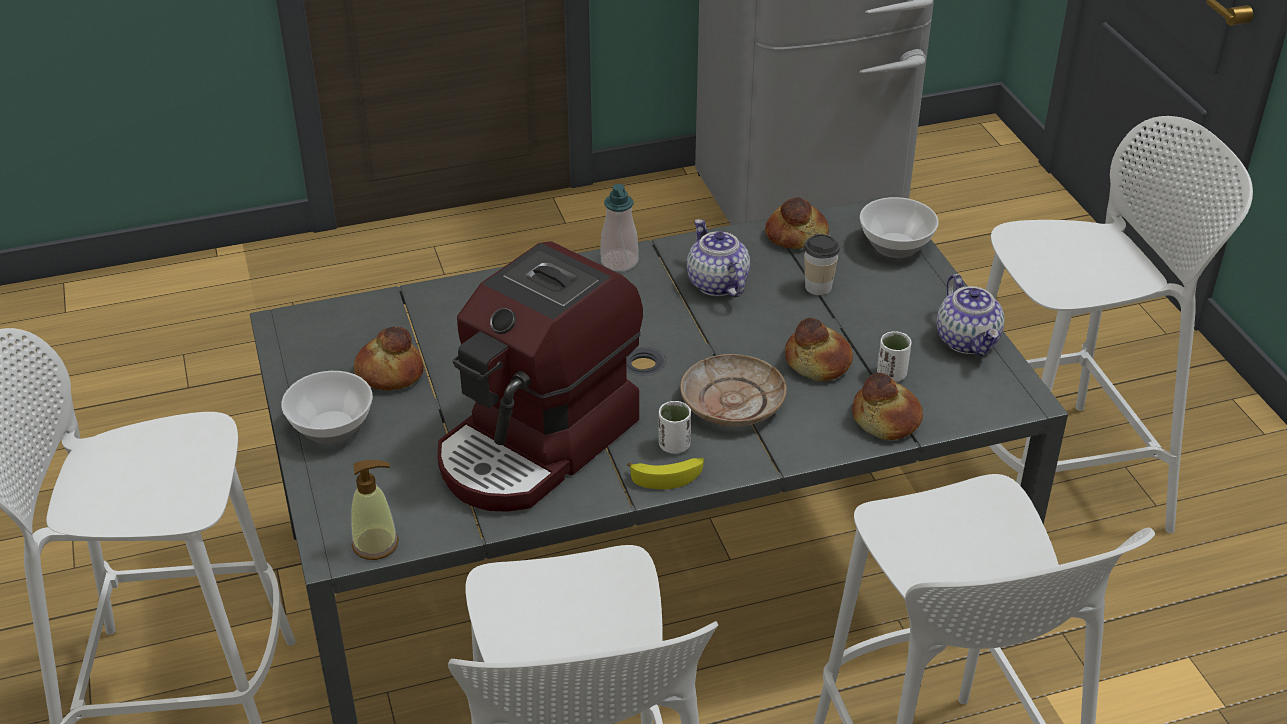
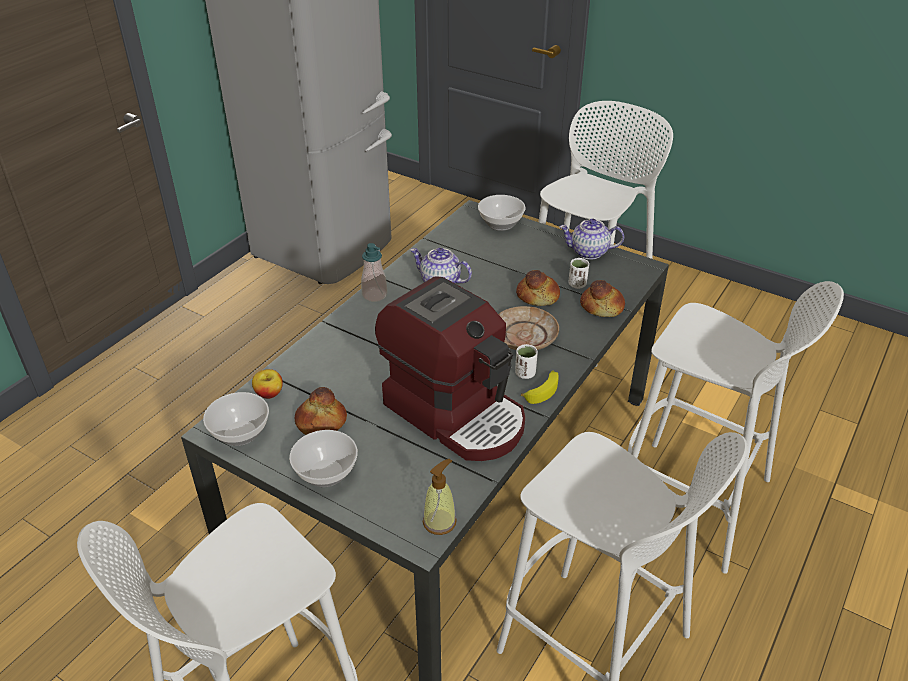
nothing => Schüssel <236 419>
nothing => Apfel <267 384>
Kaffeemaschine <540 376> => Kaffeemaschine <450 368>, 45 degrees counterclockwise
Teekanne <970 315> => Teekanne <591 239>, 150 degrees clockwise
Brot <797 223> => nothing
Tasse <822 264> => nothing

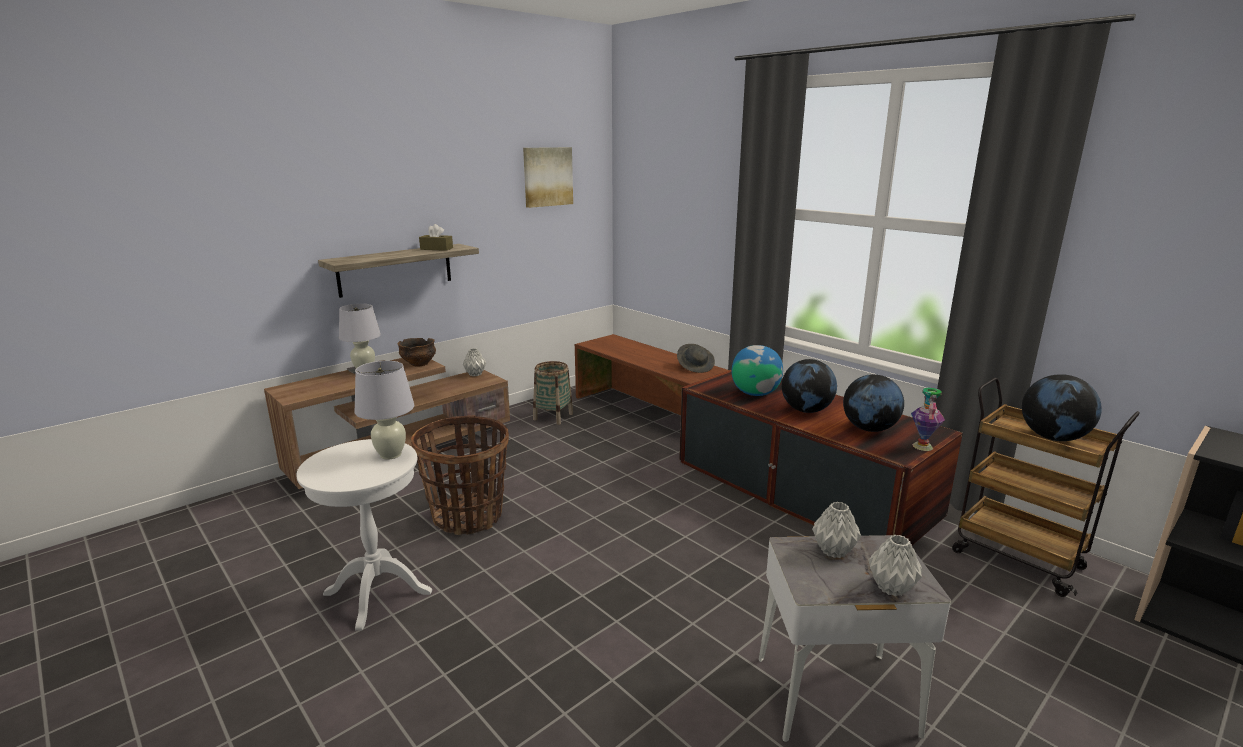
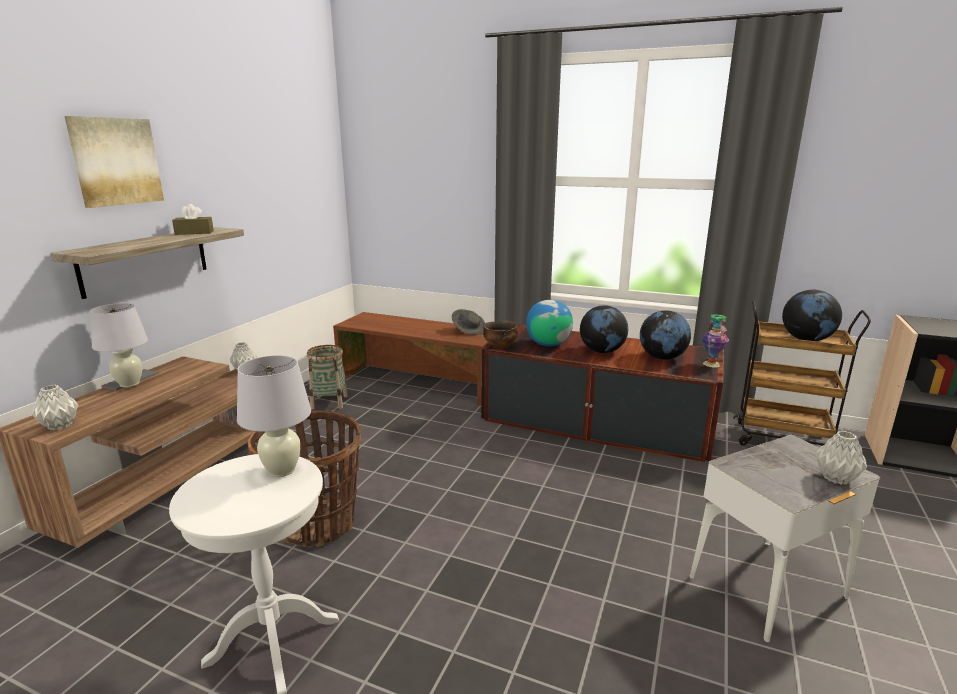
Vase [grau] <836 530> => Vase [grau] <55 408>, shifted
Bild <548 177> => Bild <114 162>, shifted
Schüssel <417 352> => Schüssel <500 335>, shifted

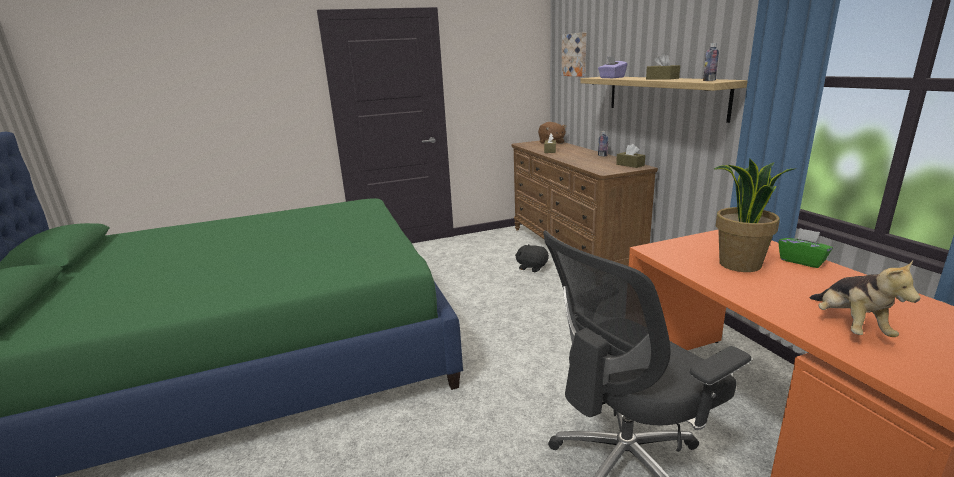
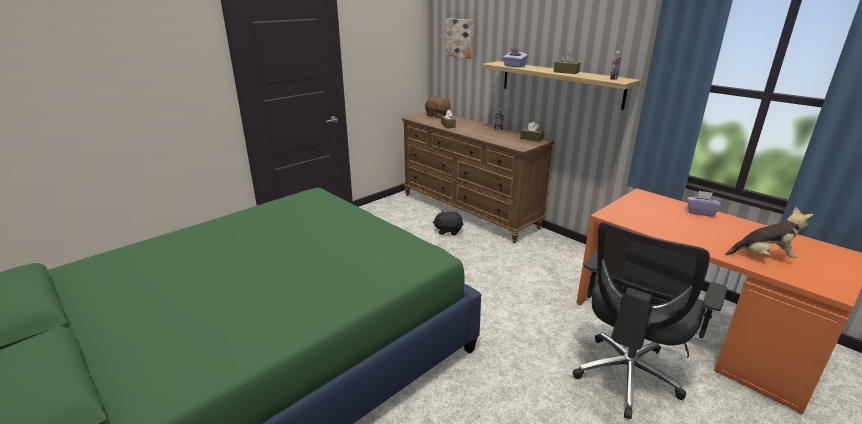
Taschentuchbox [grün] <805 248> => Taschentuchbox [lila] <704 204>
Plüschtier <865 298> => Plüschtier <769 232>, 60 degrees counterclockwise
Topfpflanze <755 215> => nothing

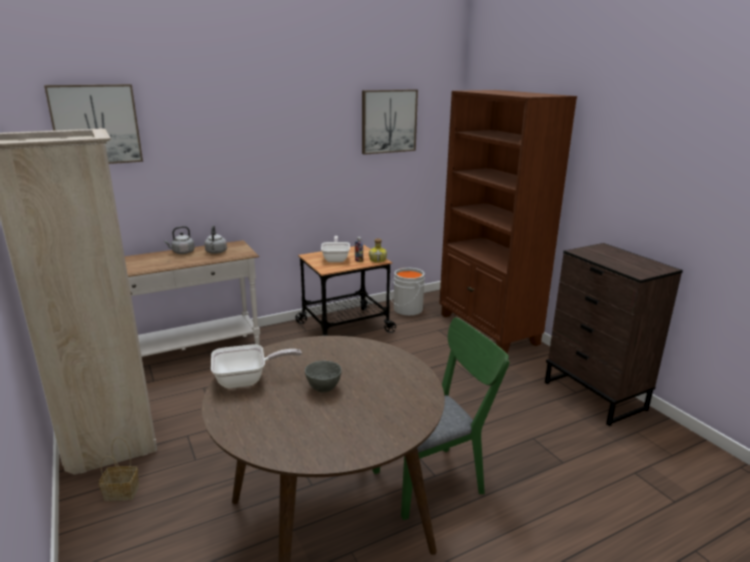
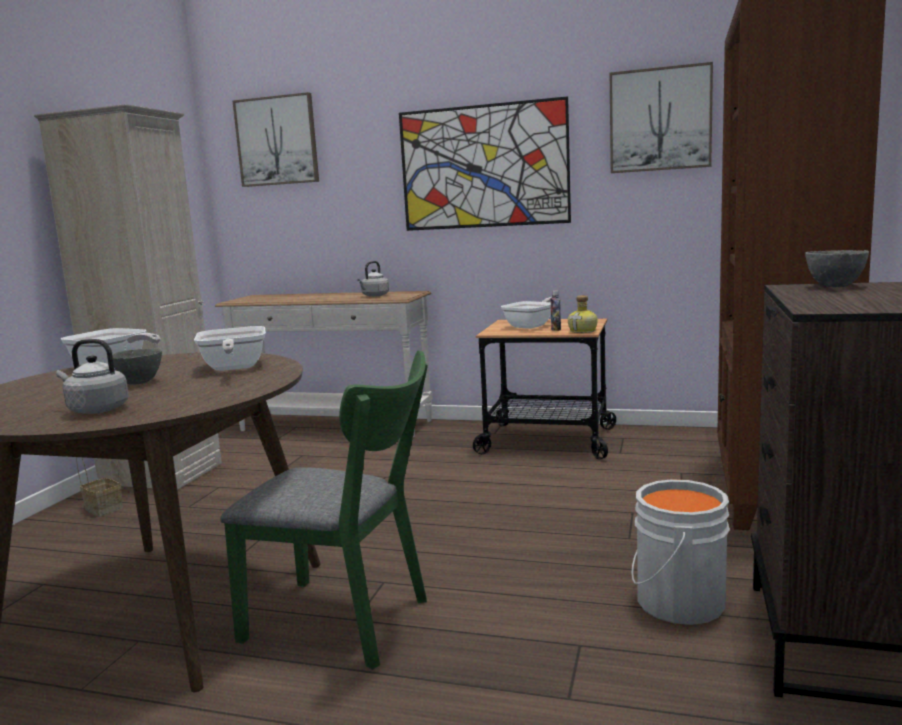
Wasserkessel [grau] <179 240> => Wasserkessel [grau] <92 376>, shifted
nothing => Pfanne <230 348>
nothing => Bild <485 163>
Eimer [grau] <407 292> => Eimer [grau] <681 552>, shifted
nothing => Schüssel [grau] <837 268>

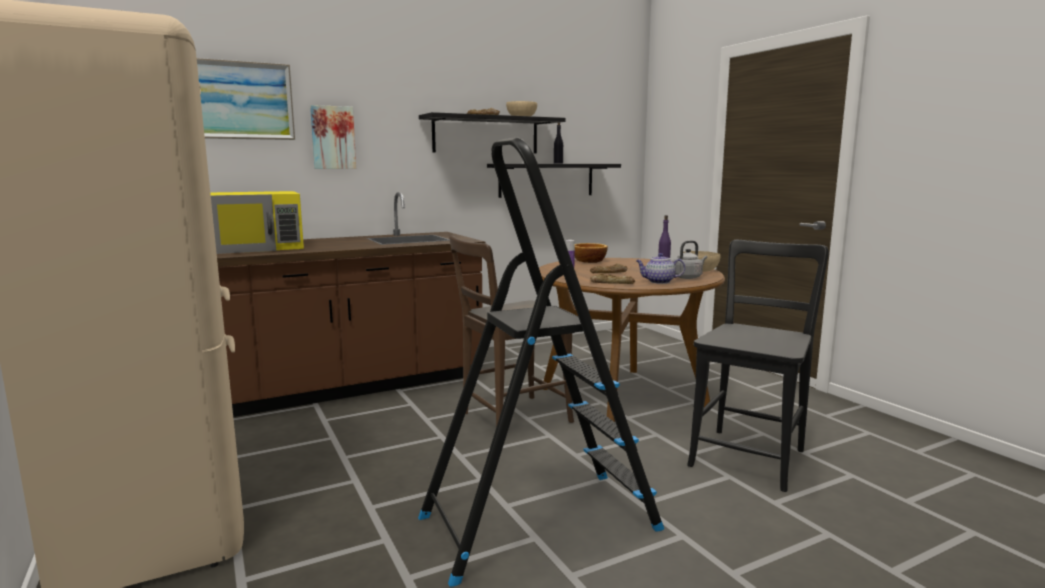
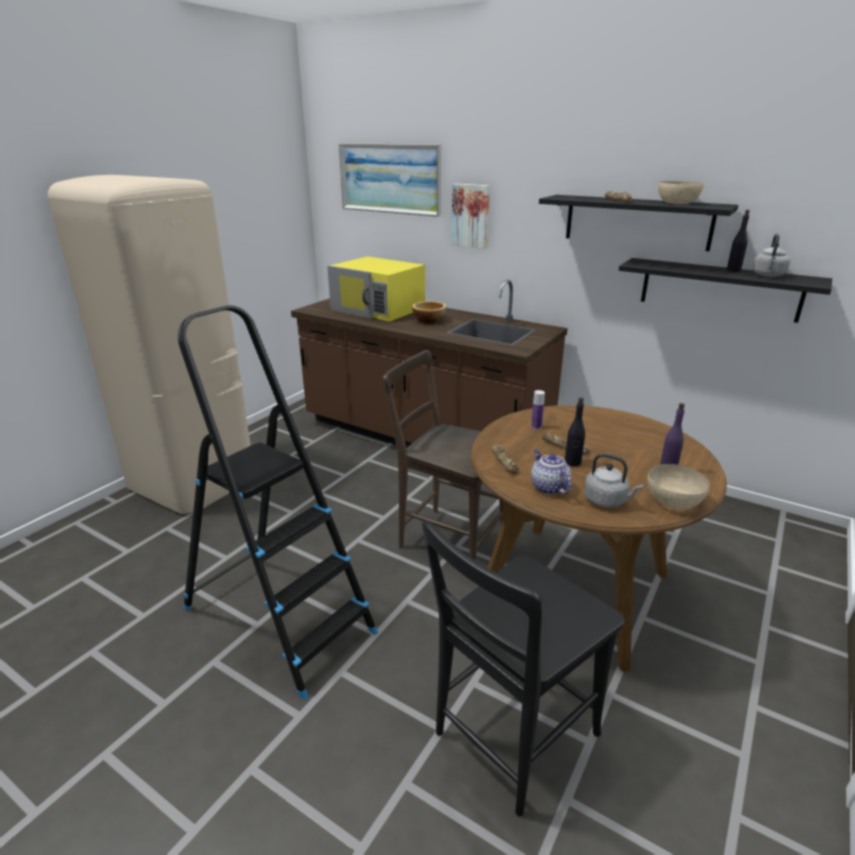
Schüssel <591 253> => Schüssel <429 312>, shifted
Stuhl [schwarz] <758 366> => Stuhl [schwarz] <523 669>, 135 degrees clockwise
nothing => Flasche [schwarz] <575 432>
nothing => Wasserkessel [grau] <771 255>

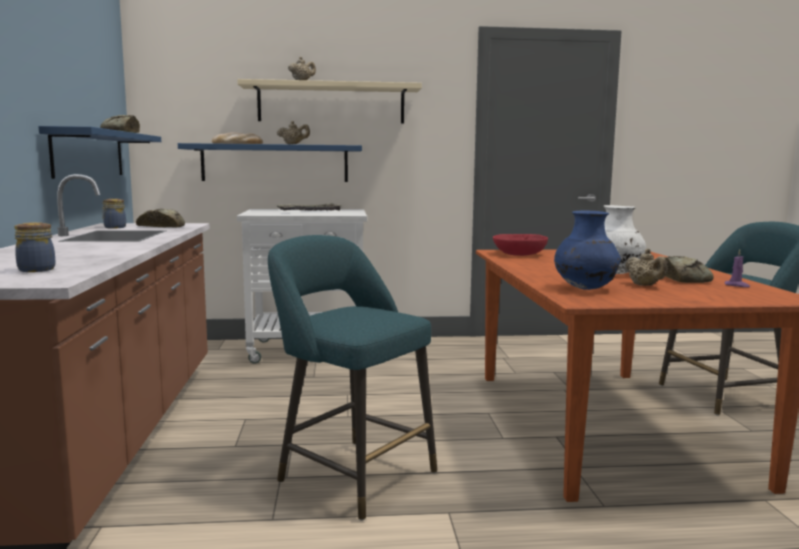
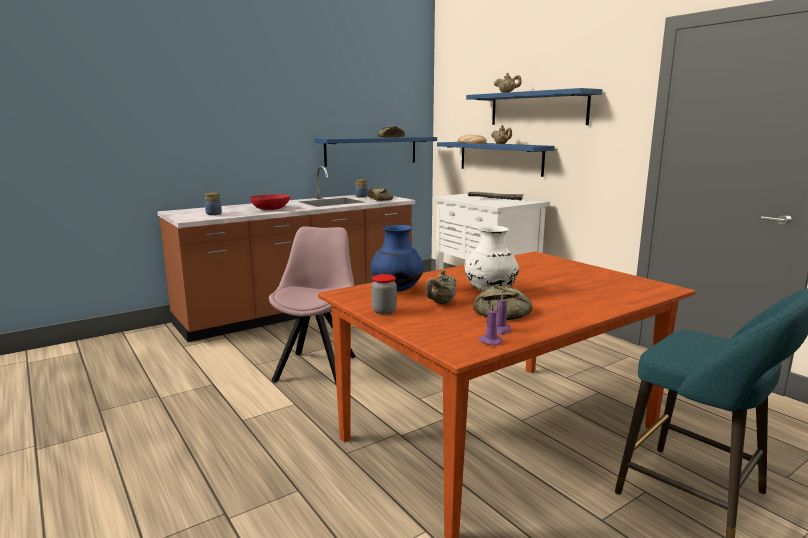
Schüssel [rot] <520 245> => Schüssel [rot] <270 202>, shifted
Hocker [türkis] <352 378> => Stuhl [rosa] <312 305>
nothing => Vorratsglas <384 294>
Wandregal [beige] <329 101> => Wandregal [blau] <534 106>
nothing => Kerze [lila] <490 323>

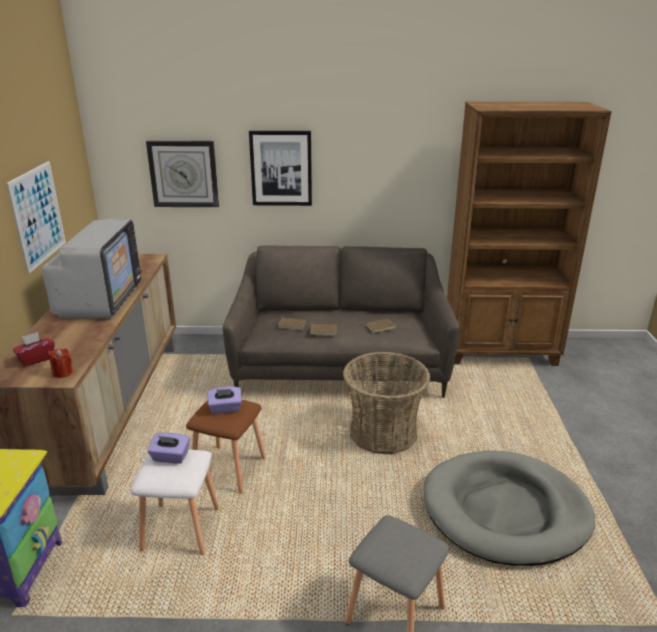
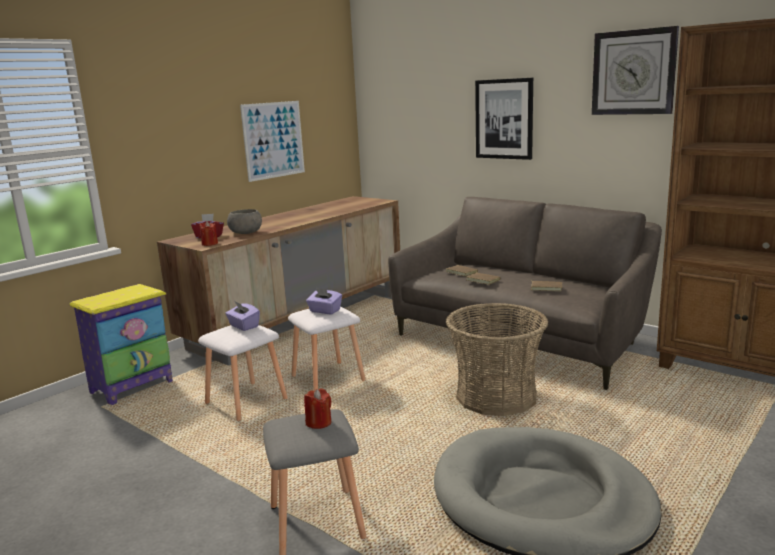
nothing => Schüssel [grau] <244 221>
Hocker [braun] <226 447> => Hocker [weiß] <327 348>
nothing => Kerze [rot] <318 409>
Wanduhr <182 174> => Wanduhr <635 70>, shifted
Fernseher <91 269> => nothing

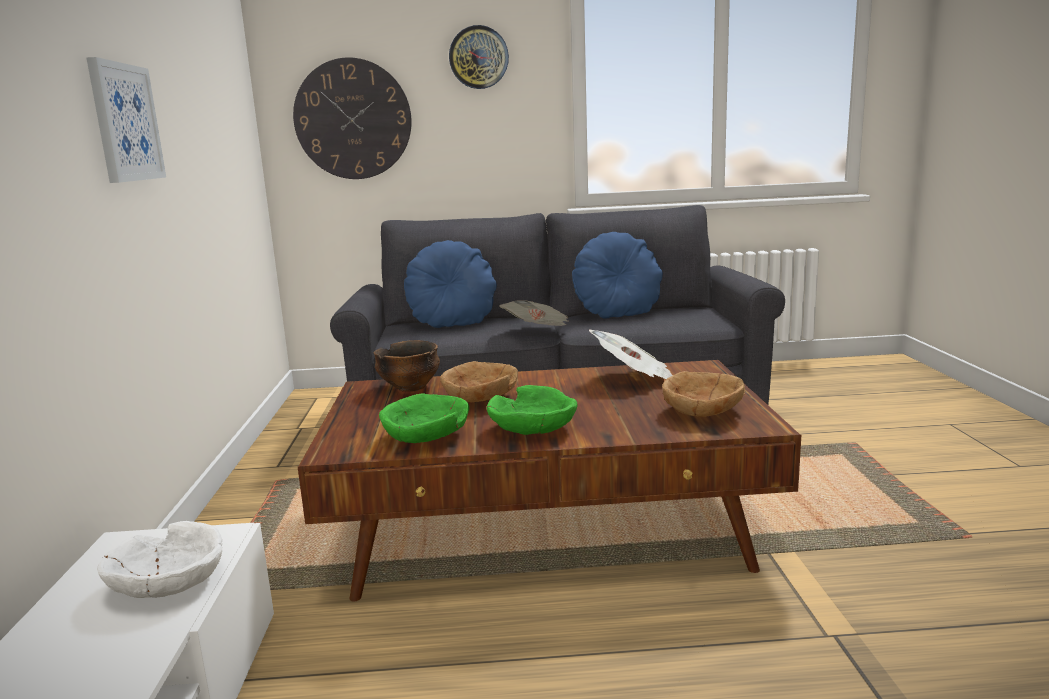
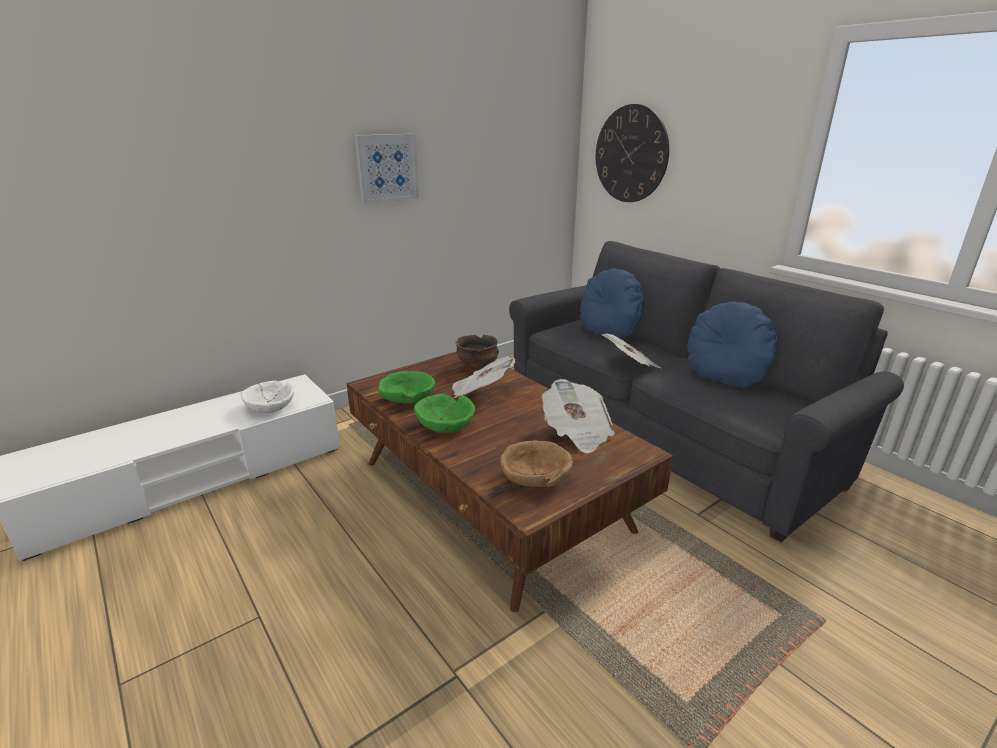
Schüssel [braun] <479 381> => Zeitung <483 377>
Wanduhr <479 57> => nothing

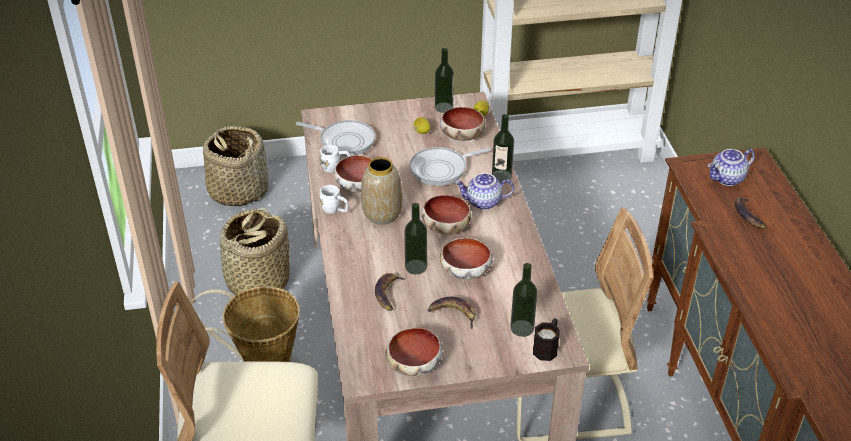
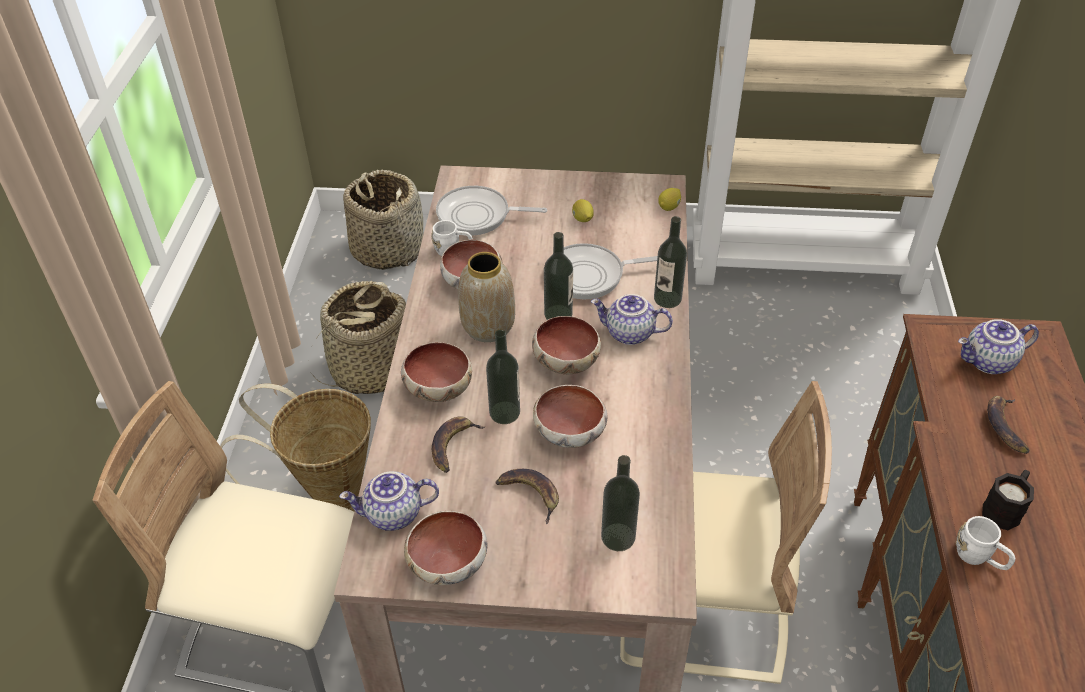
nothing => Teekanne <389 501>
Schüssel <462 124> => Schüssel <436 372>, shifted
Pfanne <335 138> => Pfanne <491 210>, 150 degrees clockwise
Flasche <444 80> => Flasche <558 276>, shifted
Henkelbecher [weiß] <334 199> => Henkelbecher [weiß] <986 543>, shifted
Henkelbecher [schwarz] <546 339> => Henkelbecher [schwarz] <1008 500>, shifted

